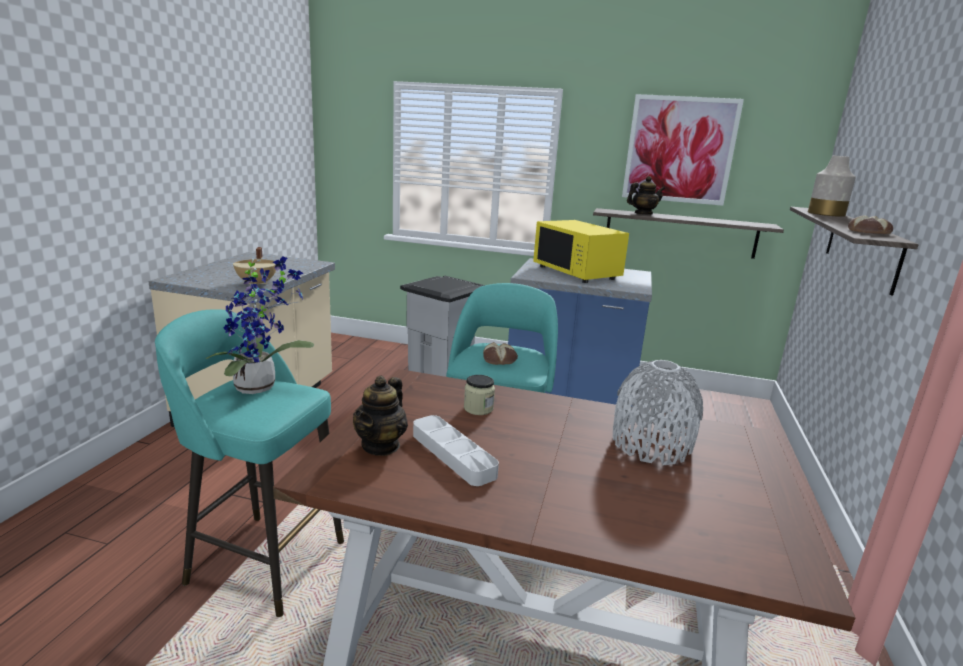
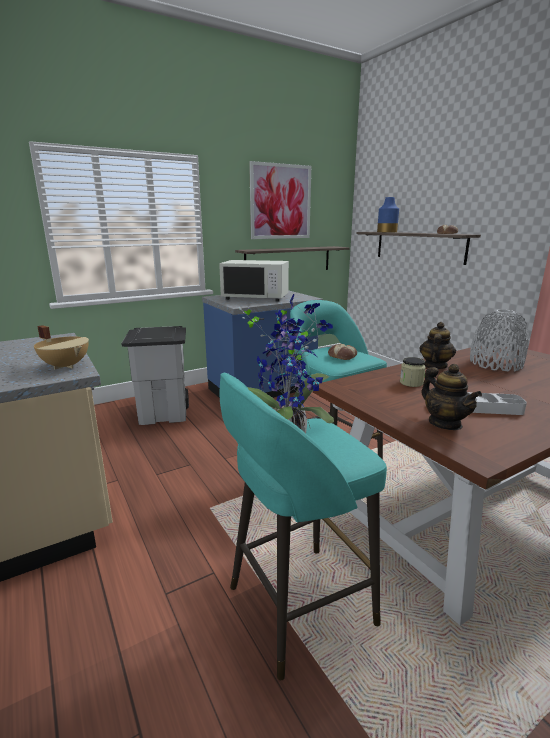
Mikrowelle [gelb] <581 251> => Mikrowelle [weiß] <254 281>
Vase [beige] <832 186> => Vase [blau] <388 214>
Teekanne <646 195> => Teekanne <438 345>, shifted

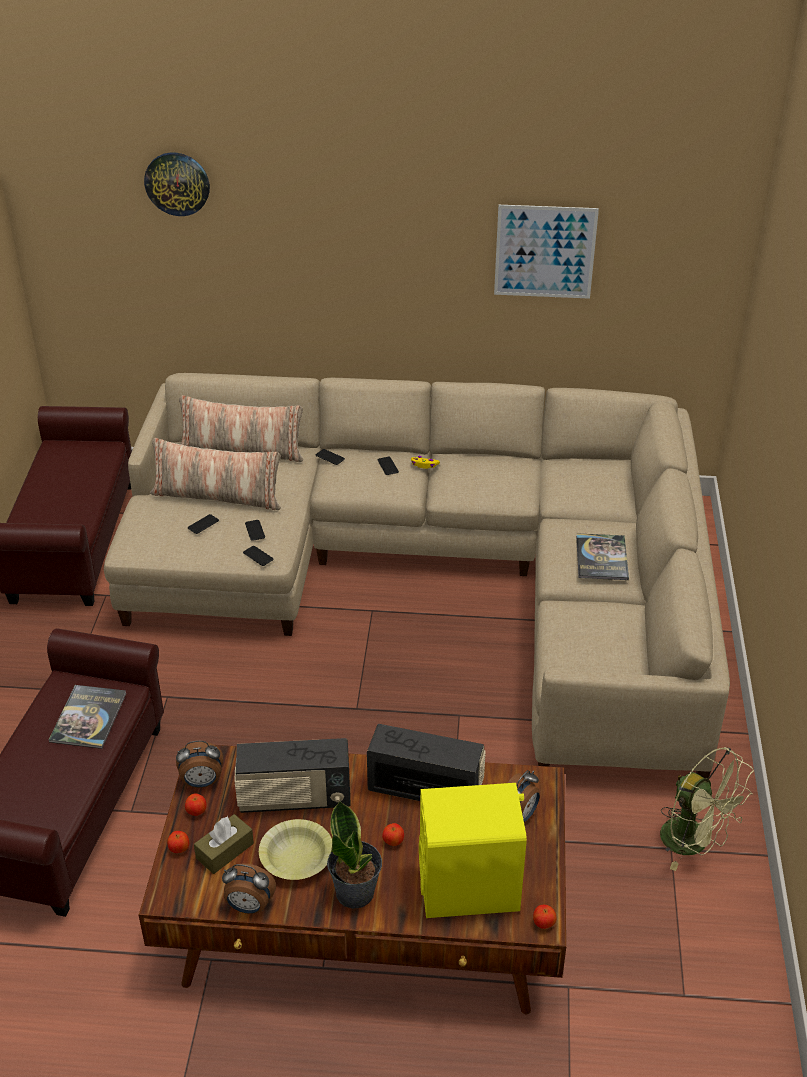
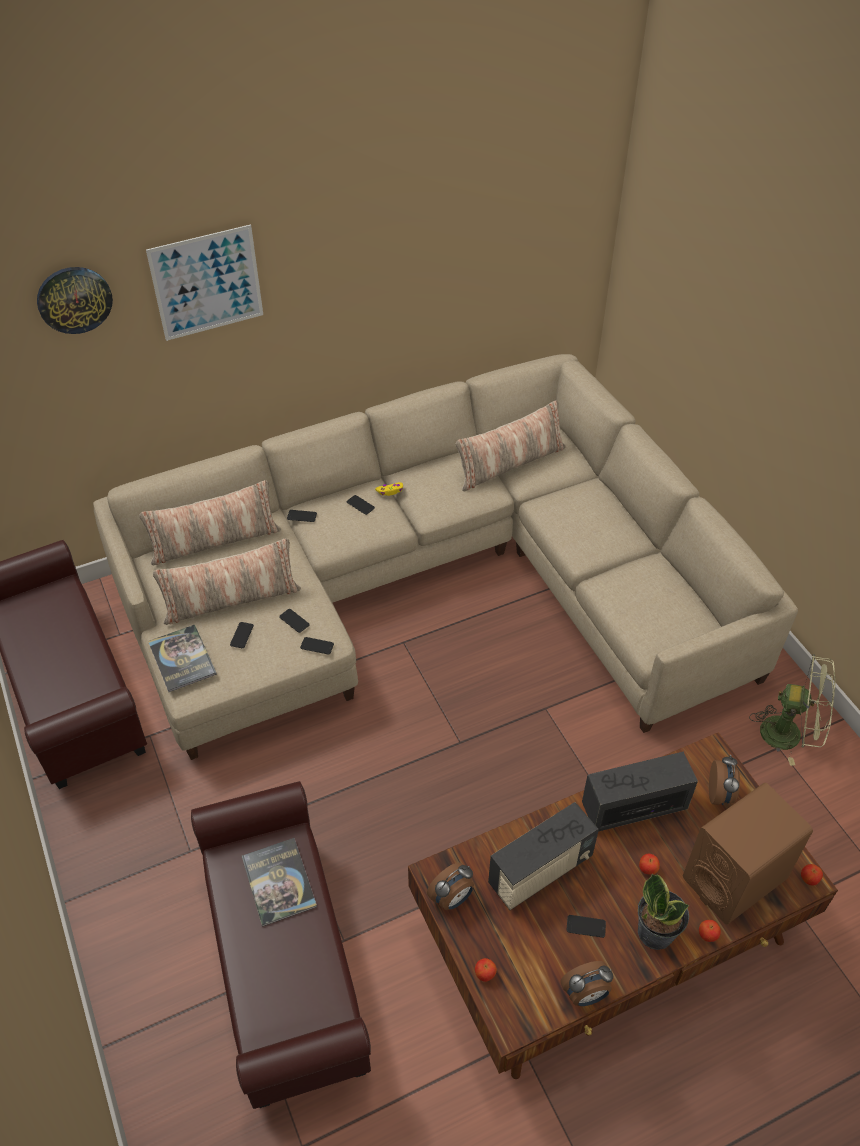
Bild <546 252> => Bild <204 282>, shifted
Buch <602 556> => Buch <182 658>, shifted
nothing => Kissen <511 445>
Schüssel [gelb] <295 849> => Handy <586 926>
Lautsprecher [gelb] <473 850> => Lautsprecher [braun] <748 854>
Apfel <196 805> => Apfel <710 931>, shifted
Taschentuchbox [braun] <224 844> => nothing

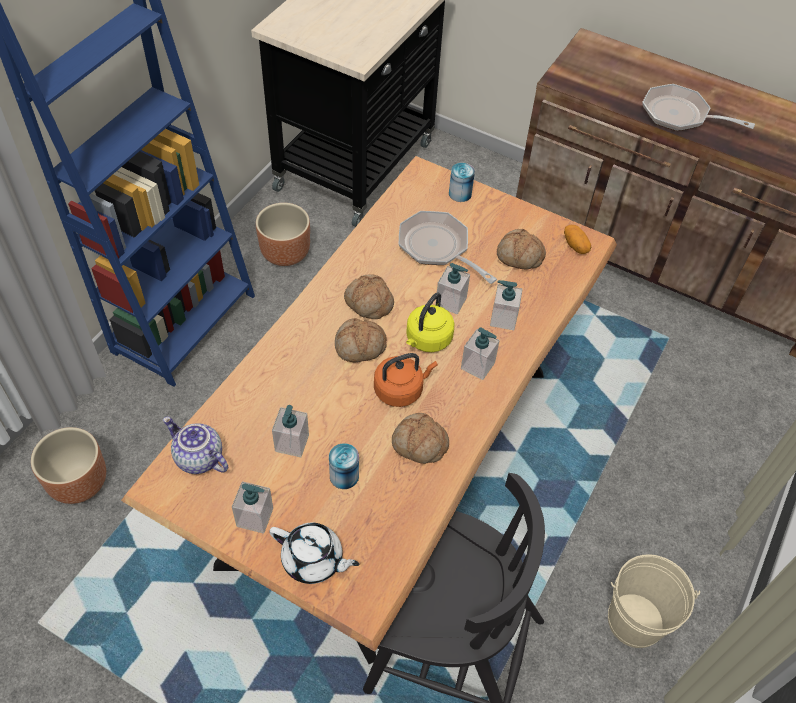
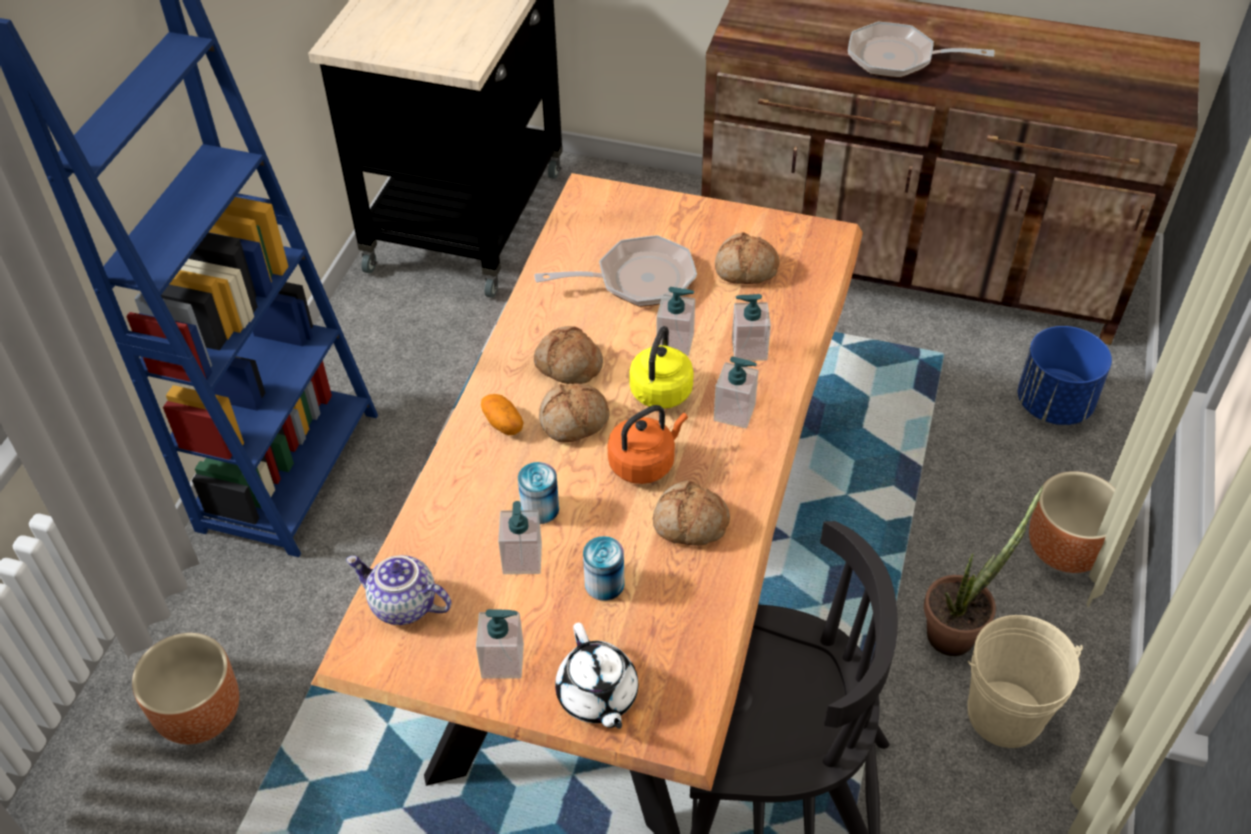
Kartoffel <577 239> => Kartoffel <502 414>, shifted
Dose <462 182> => Dose <538 493>, shifted
Pfanne <448 247> => Pfanne <615 271>, 135 degrees clockwise
Teekanne [weiß] <314 553> => Teekanne [weiß] <596 675>, 60 degrees clockwise
nothing => Topfpflanze <984 570>
nothing => Pflanzkübel [blau] <1065 375>
Pflanzkübel [braun] <283 234> => Pflanzkübel [braun] <1072 522>, shifted

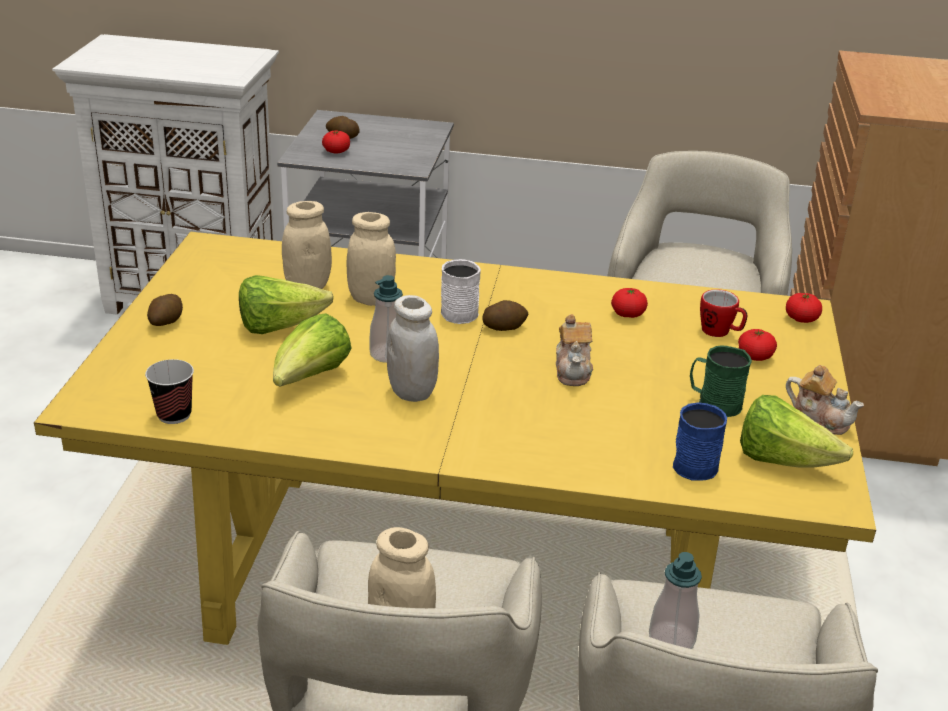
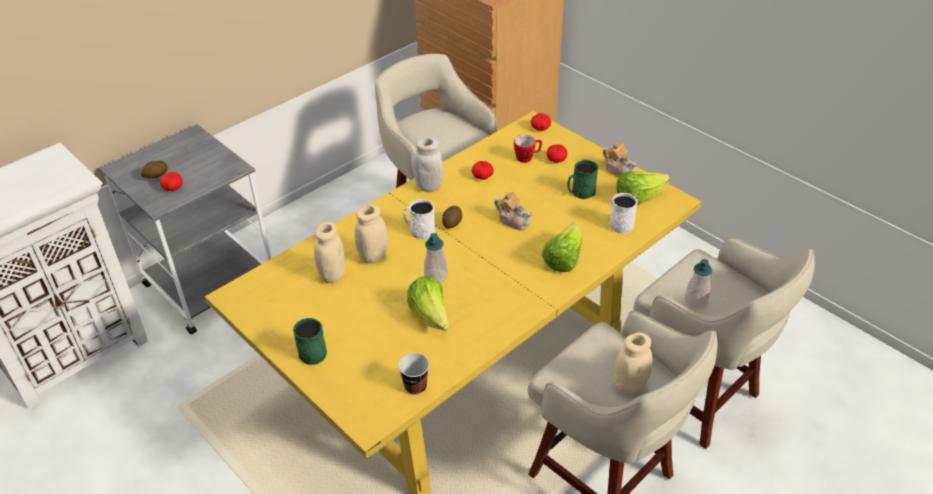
Kartoffel <165 310> => Henkelbecher [grün] <310 341>
Vorratsglas [weiß] <413 348> => Vorratsglas [weiß] <428 165>, shifted
Salatkopf <286 304> => Salatkopf <561 247>, shifted
Teekanne <825 400> => Teekanne <620 160>, 60 degrees clockwise
Henkelbecher [blau] <700 441> => Henkelbecher [weiß] <623 213>

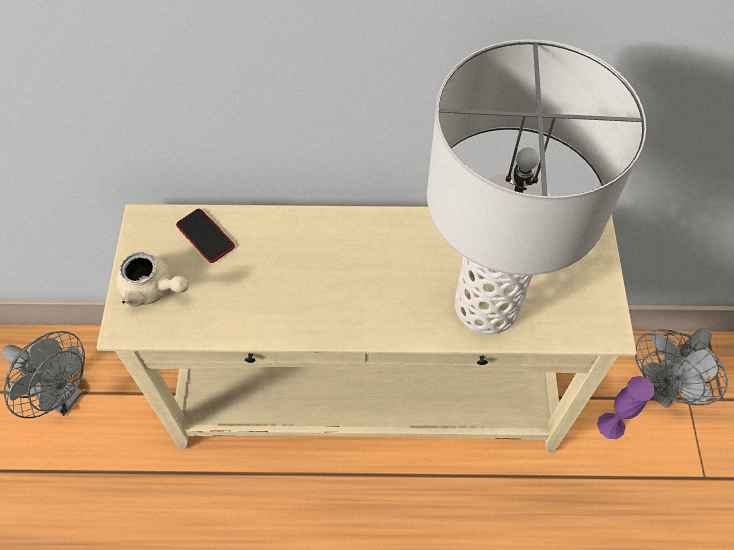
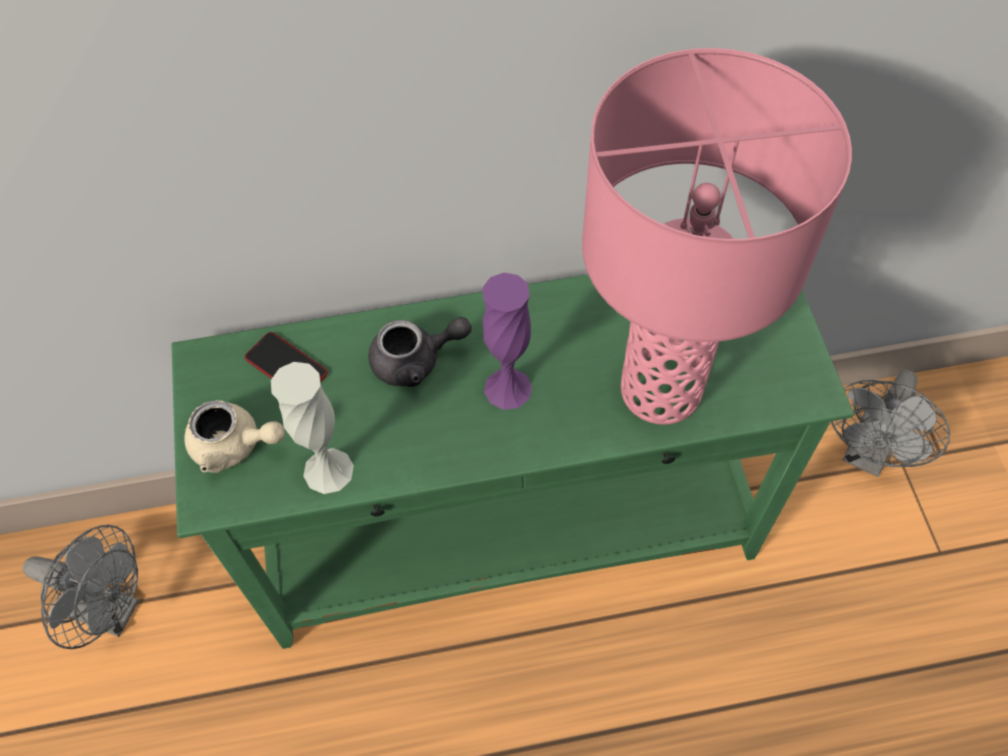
Konsolentisch [beige] <366 328> => Konsolentisch [grün] <512 461>
nothing => Vase [weiß] <312 428>
nothing => Teekanne [grau] <420 352>
Vase [lila] <625 407> => Vase [lila] <507 341>, shifted
Tischlampe [weiß] <536 186> => Tischlampe [rosa] <717 236>

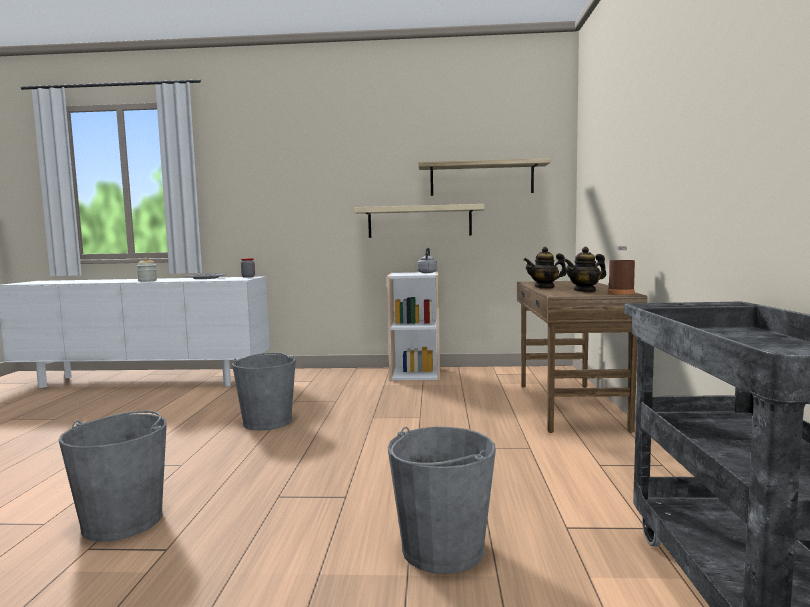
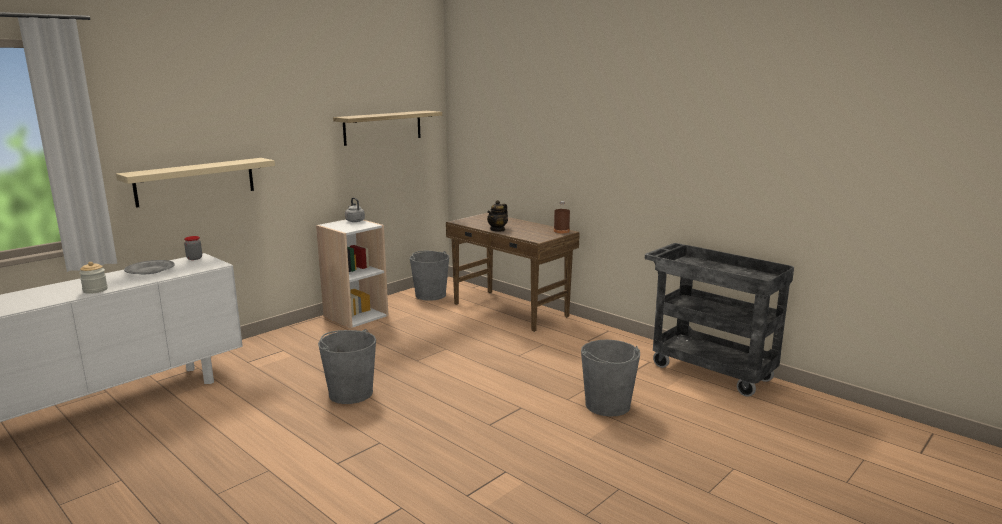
Wandregal [beige] <419 221> => Wandregal [beige] <195 183>, shifted
Eimer [grau] <113 476> => Eimer [grau] <429 276>, shifted
Teekanne <585 269> => nothing

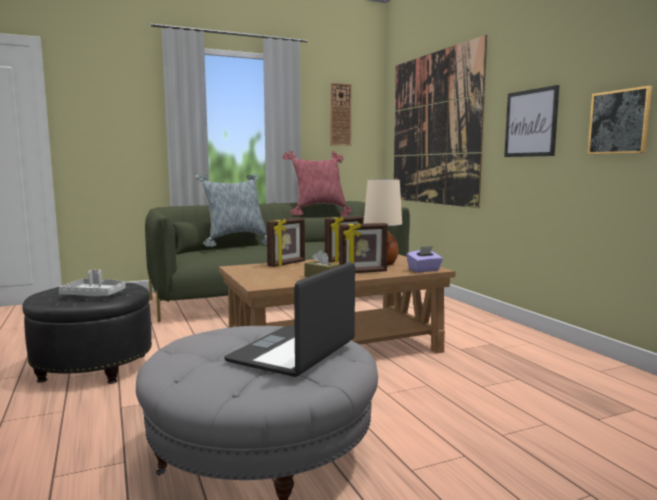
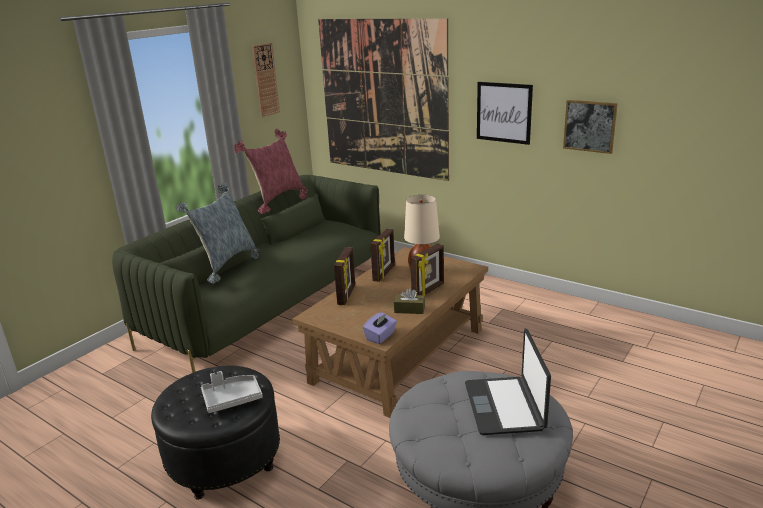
Taschentuchbox [lila] <424 259> => Taschentuchbox [lila] <380 328>, shifted

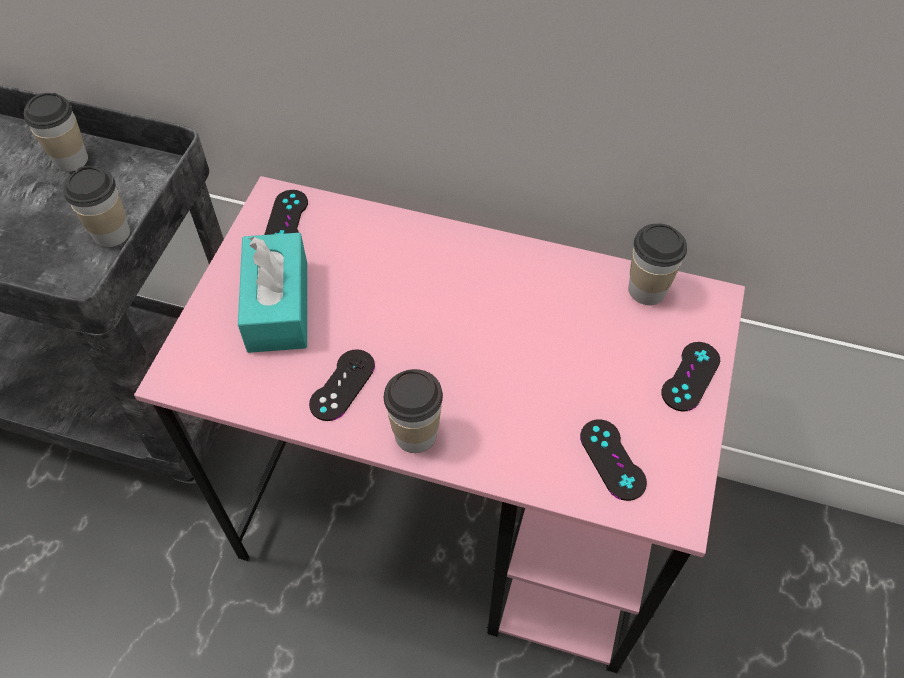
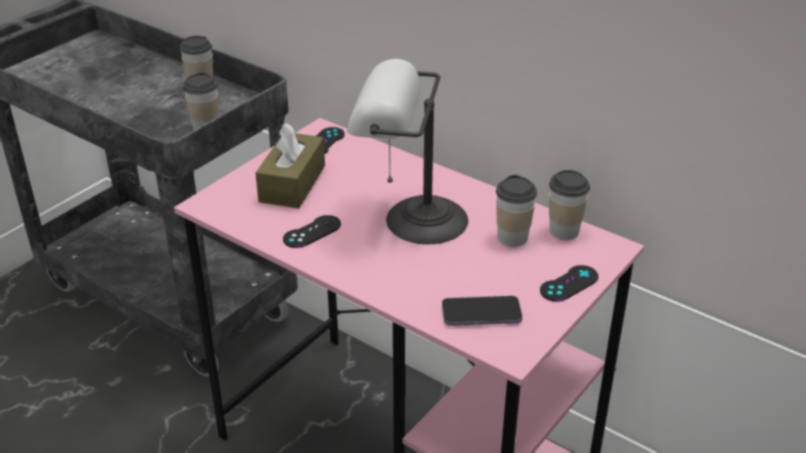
Taschentuchbox [türkis] <272 293> => Taschentuchbox [braun] <290 165>
nothing => Tischlampe <407 151>
Gamepad [schwarz] <613 460> => Handy <482 311>
Tasse <413 411> => Tasse <516 210>, shifted

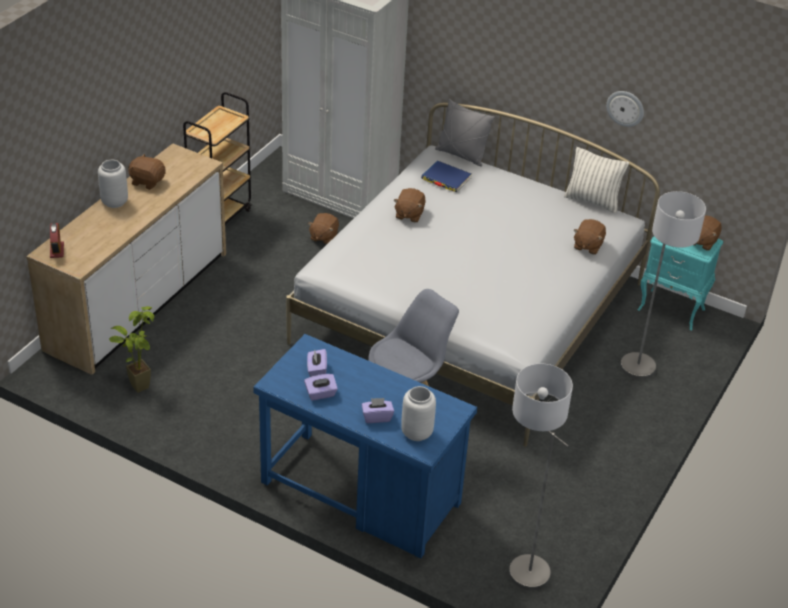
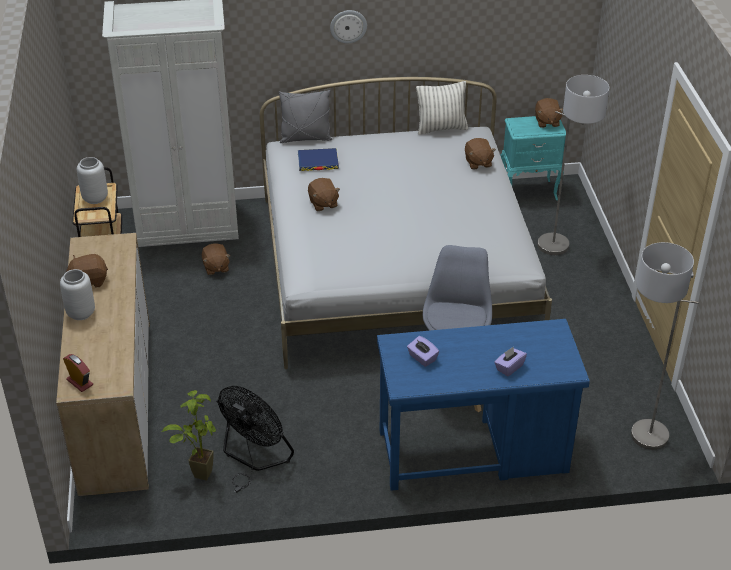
Vase [grau] <418 413> => Vase [grau] <92 180>, shifted
nothing => Ventilator [schwarz] <255 439>
Wanduhr <625 109> => Wanduhr <348 26>, shifted
Taschentuchbox [lila] <321 387> => nothing

